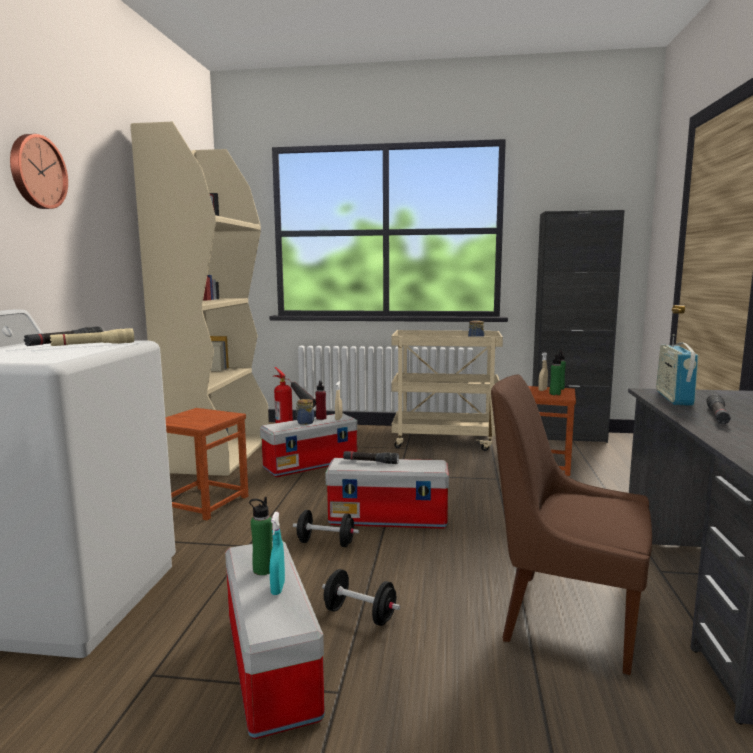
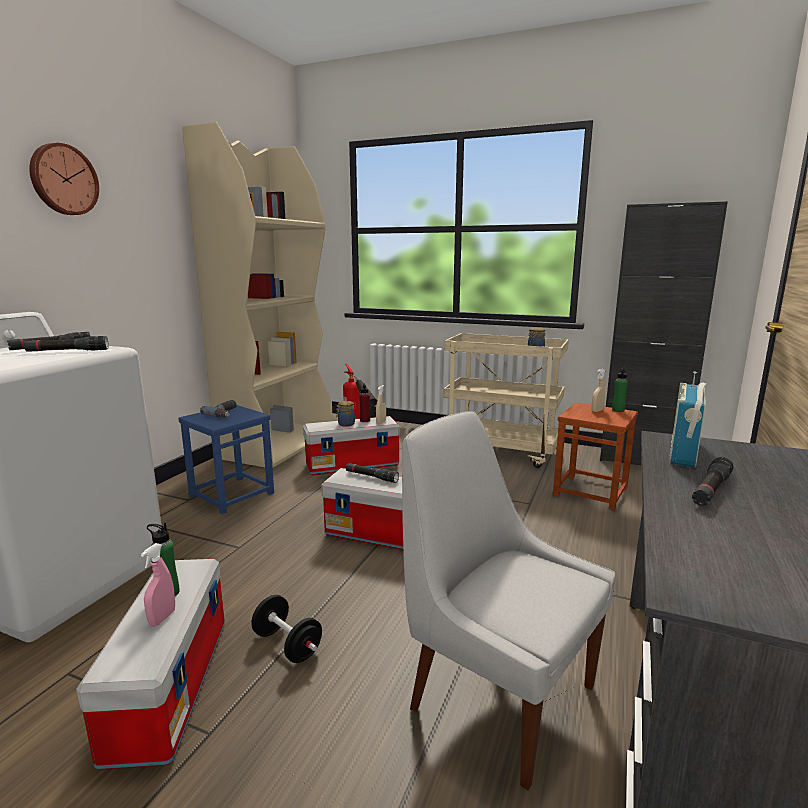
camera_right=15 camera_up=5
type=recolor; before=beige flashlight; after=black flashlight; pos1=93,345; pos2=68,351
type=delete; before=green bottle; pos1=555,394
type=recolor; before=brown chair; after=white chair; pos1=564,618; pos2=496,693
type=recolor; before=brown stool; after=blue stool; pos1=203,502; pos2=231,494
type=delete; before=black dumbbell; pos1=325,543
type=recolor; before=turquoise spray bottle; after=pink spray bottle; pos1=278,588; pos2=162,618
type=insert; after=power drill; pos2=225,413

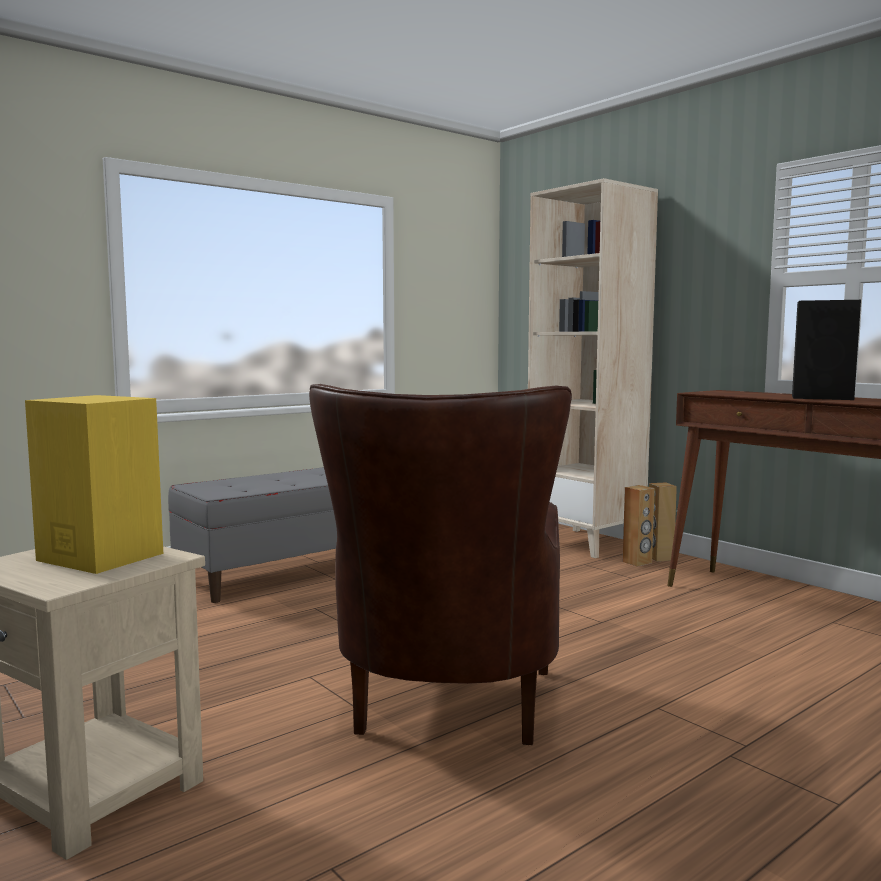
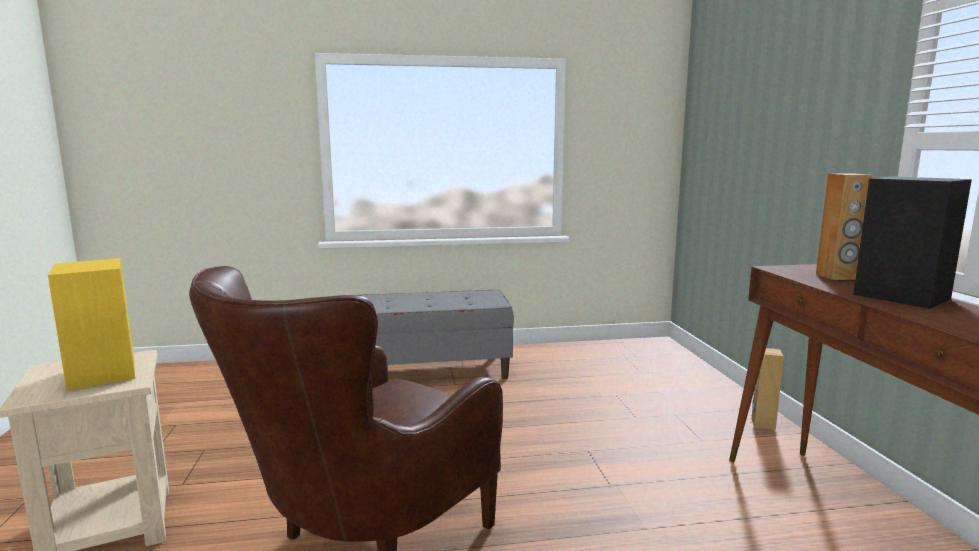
camera_right=30 camera_up=5
type=delete; before=beige bookcase; pos1=586,543
type=move; before=brown speaker; pos1=637,562; pos2=837,276

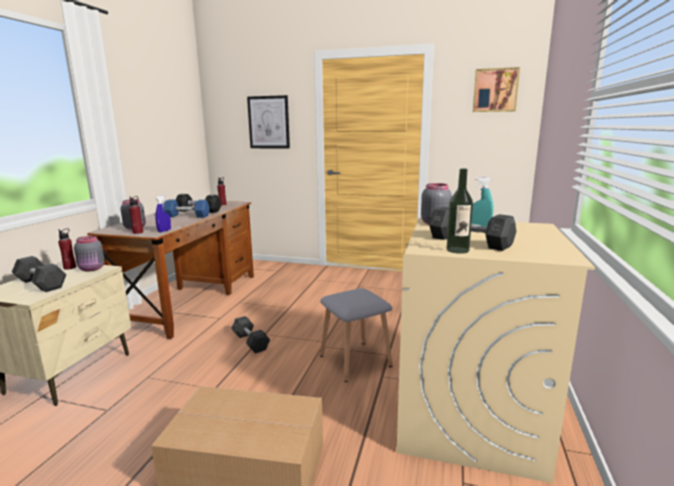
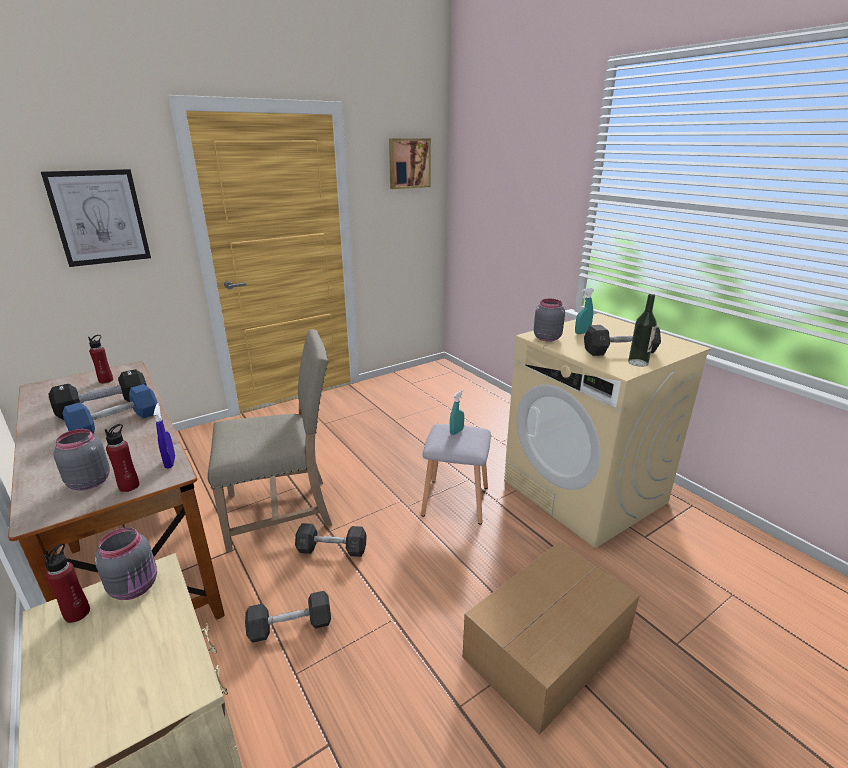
camera_right=-50 camera_up=10
type=move; before=grey dumbbell; pos1=41,284; pos2=290,626
type=insert; after=beige chair; pos2=282,510
type=insert; after=turquoise spray bottle; pos2=456,431

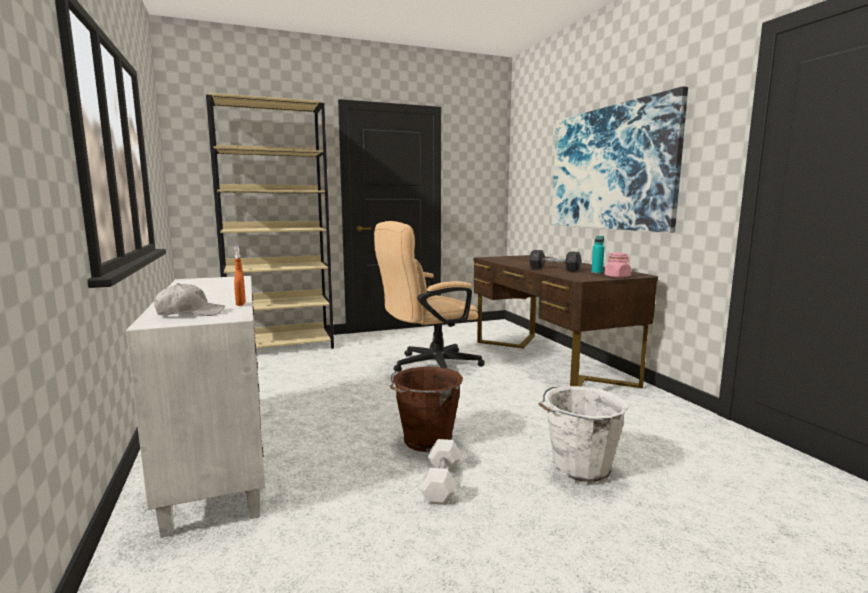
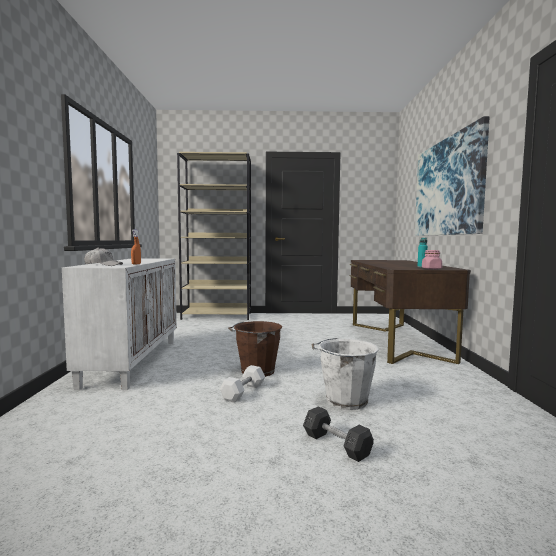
camera_right=20 camera_up=-5
type=delete; before=beige office chair; pos1=428,366
type=move; before=grey dumbbell; pos1=554,269; pos2=336,445

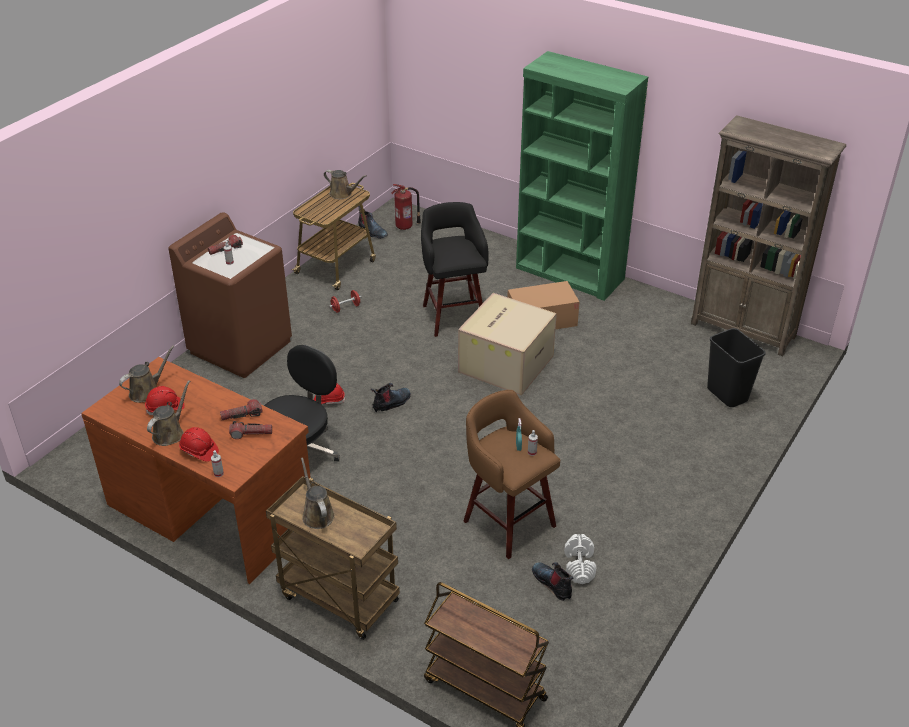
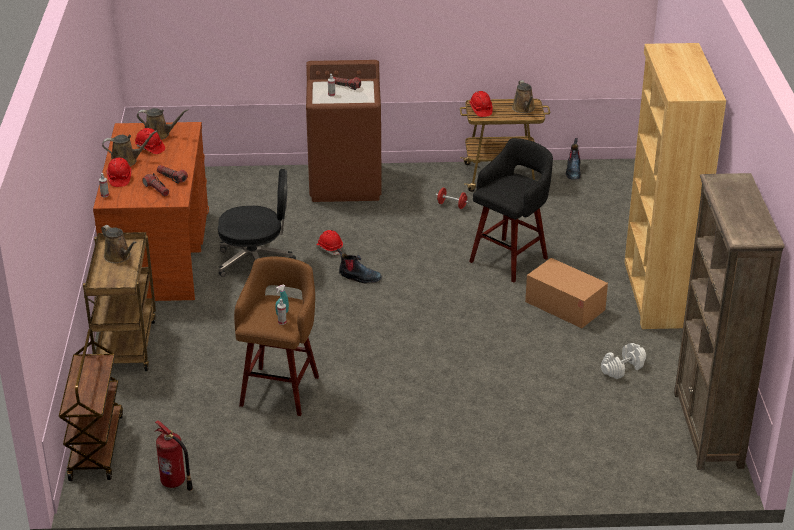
camera_right=55 camera_up=-5
type=recolor; before=green bookcase; after=brown bookcase; pos1=569,274; pos2=657,294
type=move; before=fire extinguisher; pos1=405,226; pos2=174,482
type=delete; before=cardboard box; pos1=505,363
type=delete; before=black trash can; pos1=728,395
type=rotate; before=brown watering can; pos1=317,514; pos2=119,257; turn=105
type=move; before=white dumbbell; pos1=579,565; pos2=622,368
type=delete; before=boot; pos1=553,584
type=insert; after=red hard hat; pos2=480,110

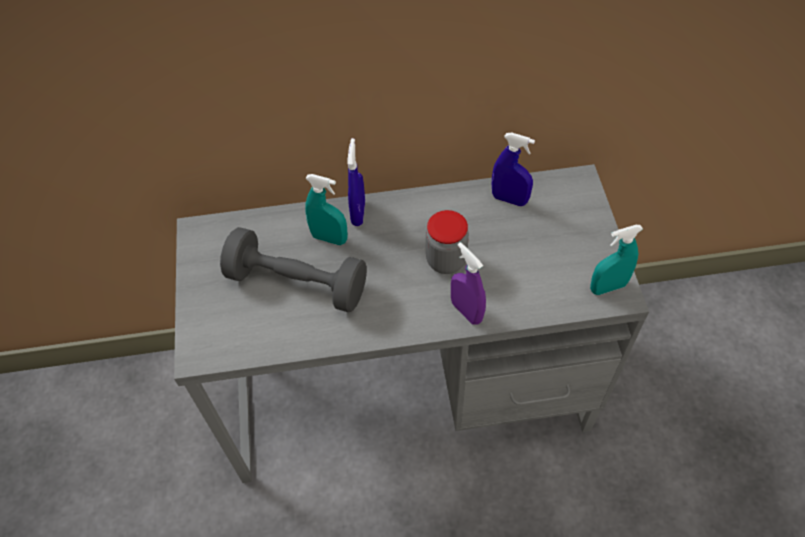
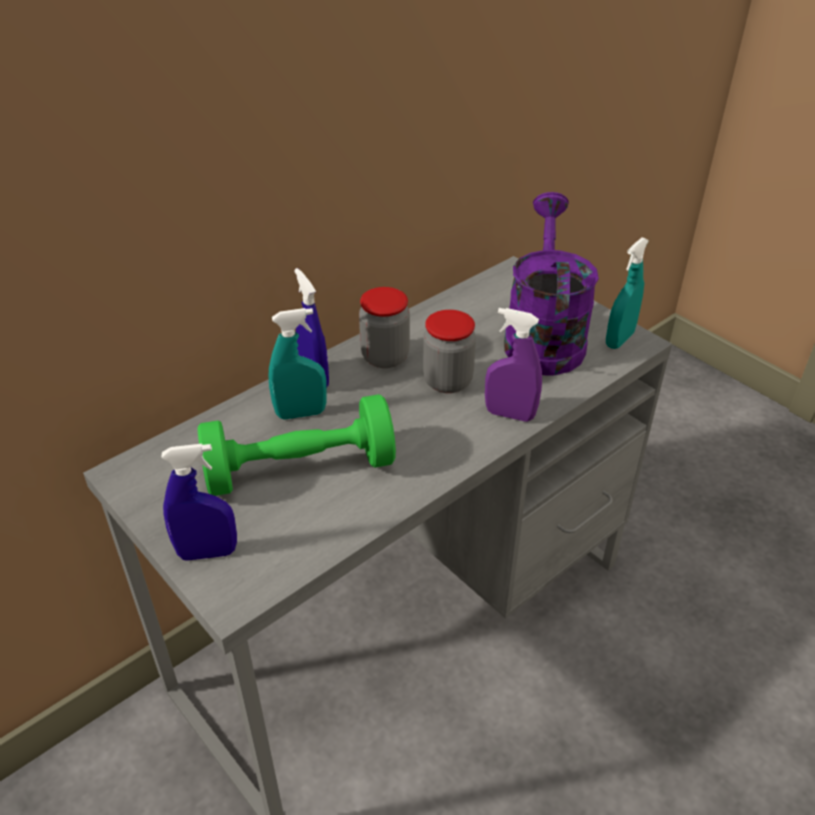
camera_right=-35 camera_up=-15
type=move; before=blue spray bottle; pos1=509,199; pos2=207,552
type=recolor; before=grey dumbbell; after=green dumbbell; pos1=297,283; pos2=300,469
type=insert; after=purple watering can; pos2=543,336
type=insert; after=jar; pos2=385,357

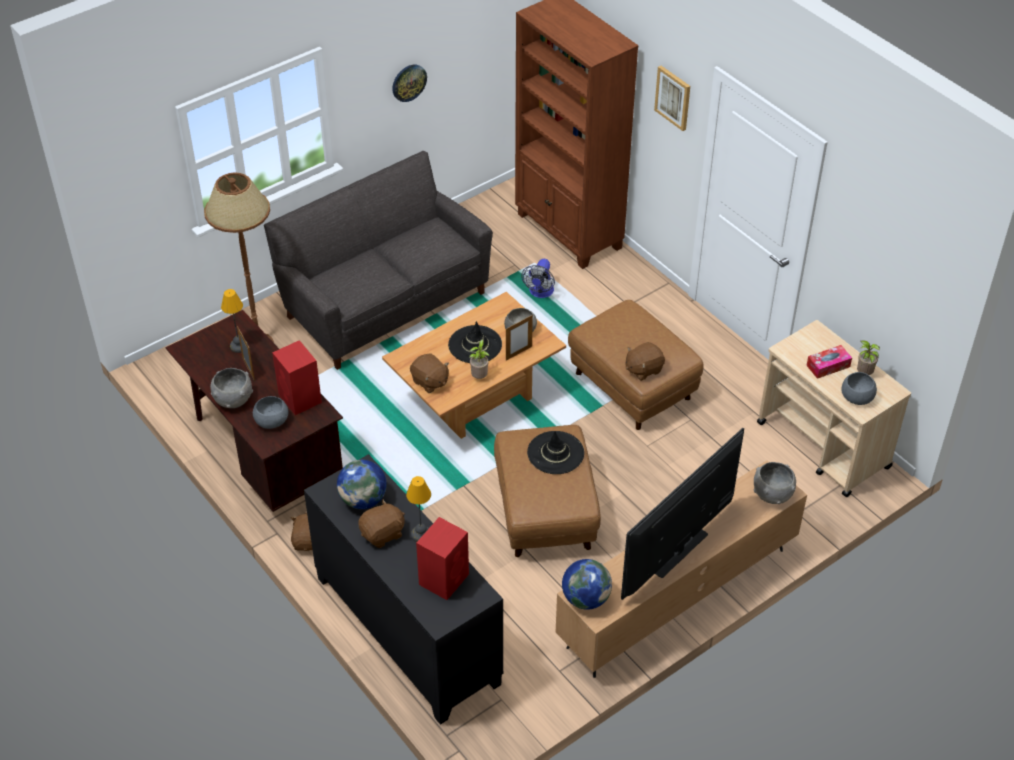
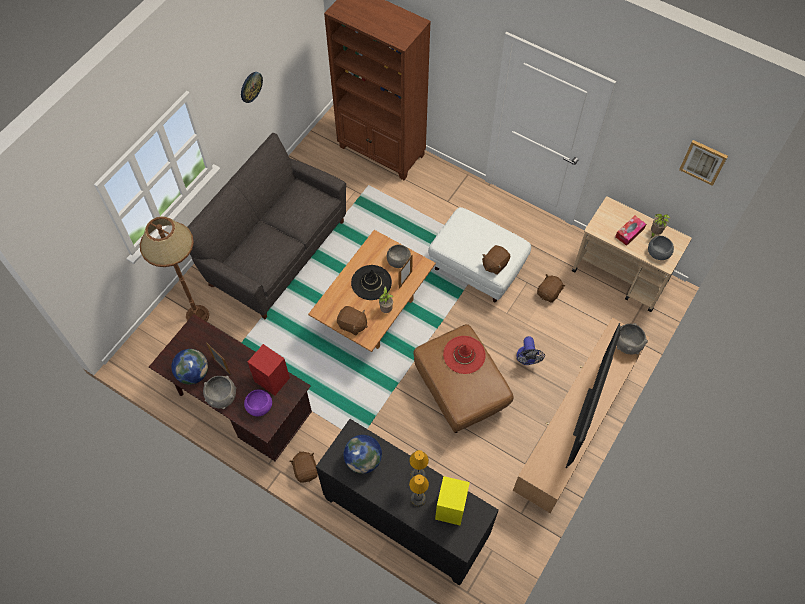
camera_right=-20 camera_up=15
type=move; before=picture; pos1=673,97; pos2=703,161
type=move; before=fan; pos1=540,293; pos2=527,359
type=move; before=table lamp; pos1=239,346; pos2=418,498
type=recolor; before=brown ottoman; after=white ottoman; pos1=633,385; pos2=477,267
type=recolor; before=grey bowl; after=purple bowl; pos1=272,420; pos2=259,406
type=recolor; before=black hat; after=red hat; pos1=555,453; pos2=464,355
type=move; before=brown plush toy; pos1=383,534; pos2=549,293
type=recolor; before=red speaker; after=yellow speaker; pos1=444,578; pos2=451,507
type=move; before=globe; pos1=586,598; pos2=193,373

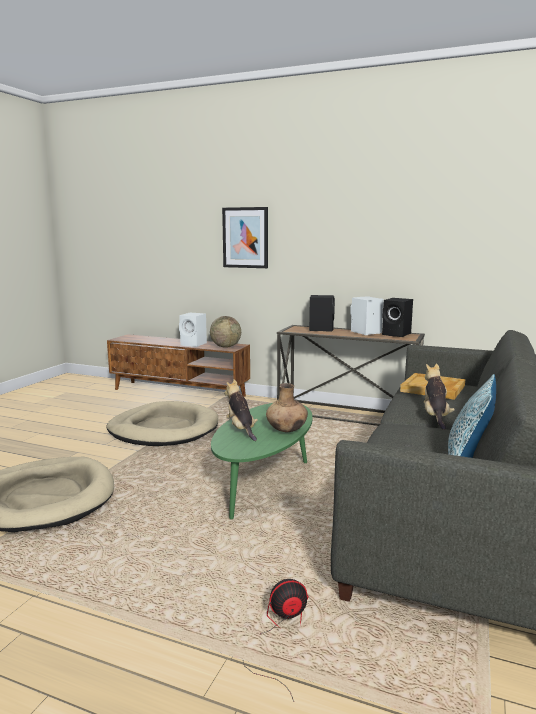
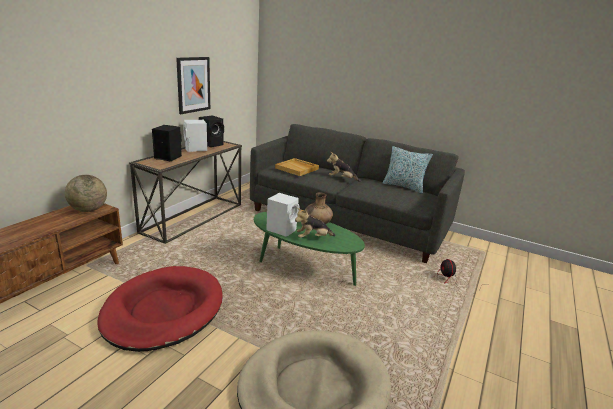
camera_right=-85 camera_up=10
type=move; before=picture; pos1=245,237; pos2=193,84
type=move; before=white speaker; pos1=194,344; pos2=282,229
type=recolor; before=beige dog bed; after=red dog bed; pos1=163,429; pos2=163,311

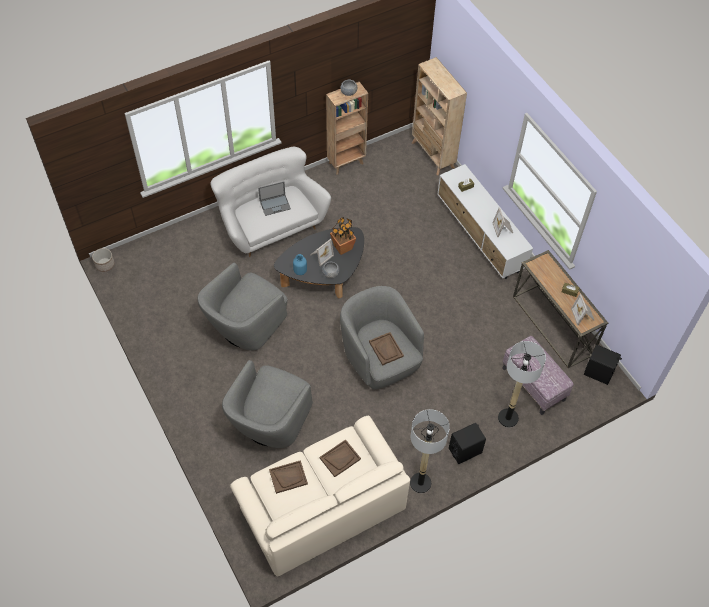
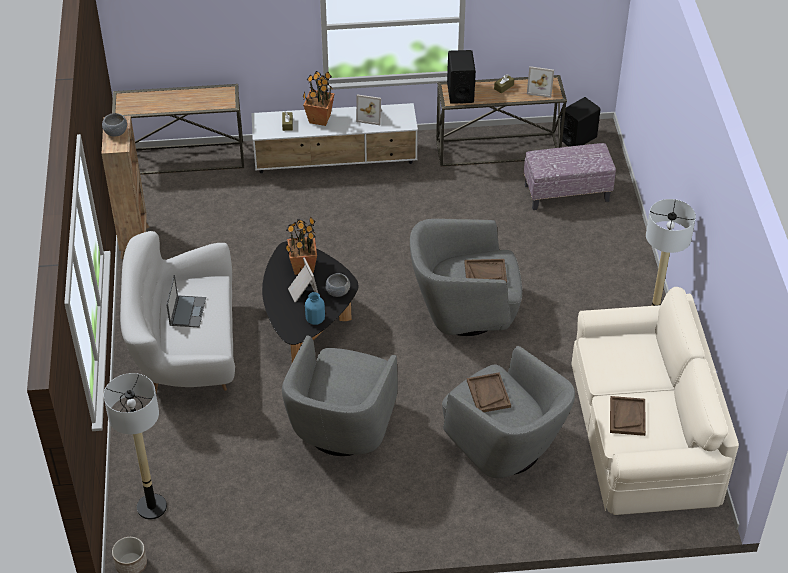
camera_right=-65 camera_up=-10
type=replace; before=beige bookcase; after=console table; pos1=433,155; pos2=183,158
type=rotate; before=grey armchair; pos1=246,327; pos2=342,428; turn=45
type=move; before=floor lamp; pos1=508,418; pos2=151,507
type=move; before=black speaker; pos1=465,450; pos2=460,92
type=move; before=brown tray; pos1=340,458; pos2=488,394
type=insert; after=potted plant; pos2=319,118

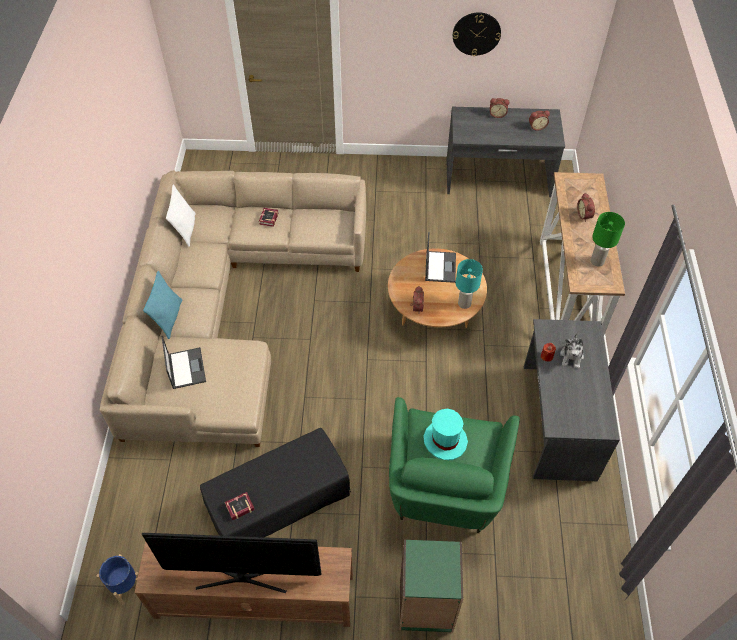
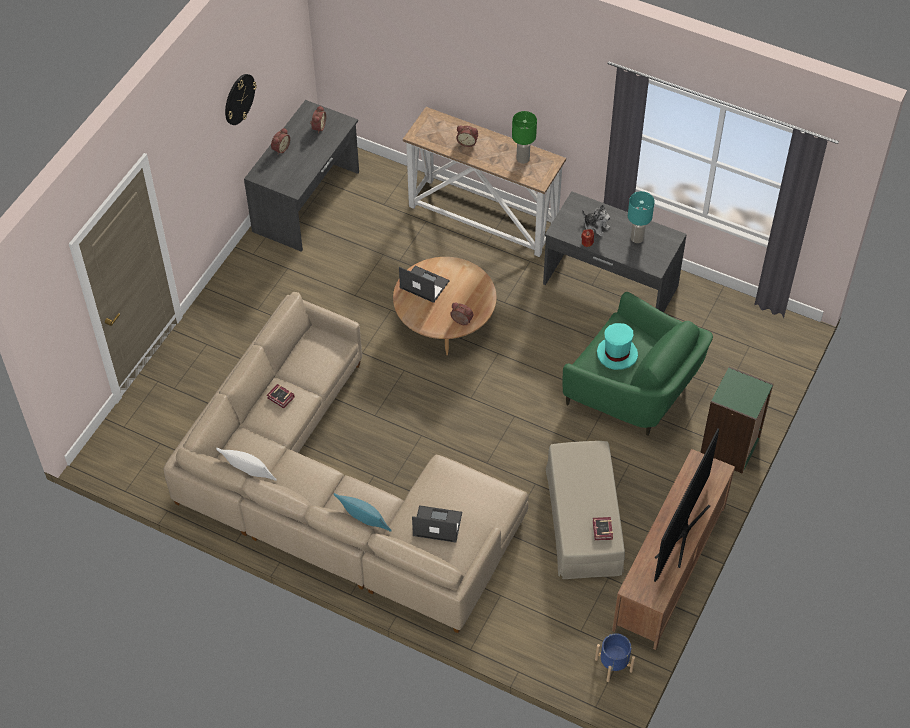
camera_right=-65 camera_up=0
type=move; before=turquoise table lamp; pos1=464,304; pos2=637,238
type=recolor; before=black ottoman; after=beige ottoman; pos1=278,497; pos2=583,519

